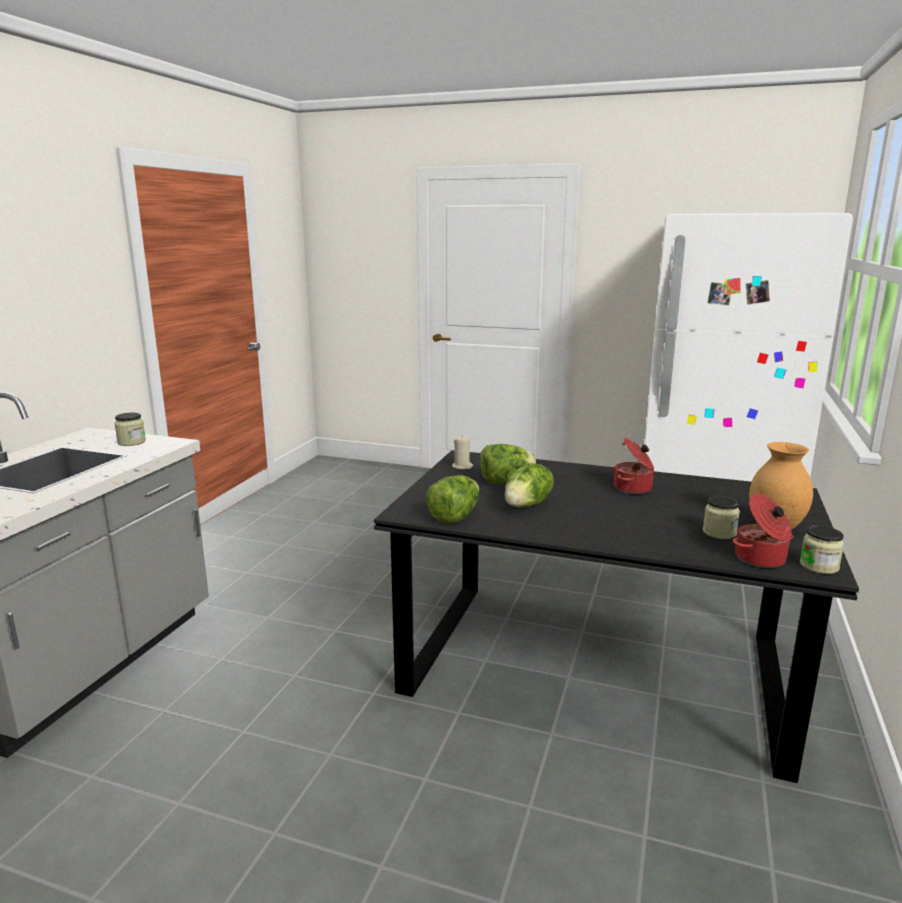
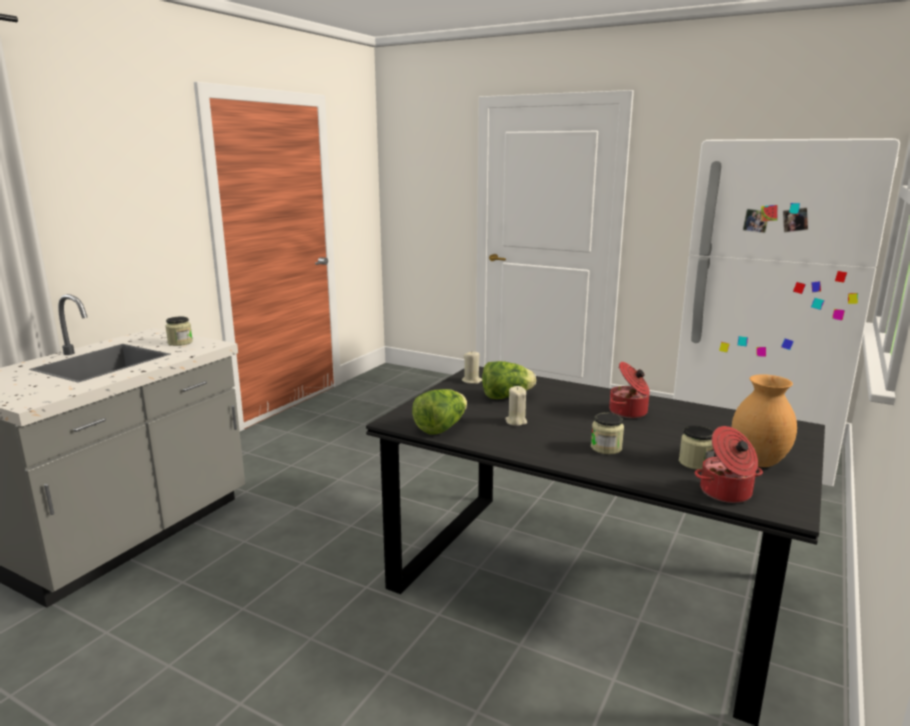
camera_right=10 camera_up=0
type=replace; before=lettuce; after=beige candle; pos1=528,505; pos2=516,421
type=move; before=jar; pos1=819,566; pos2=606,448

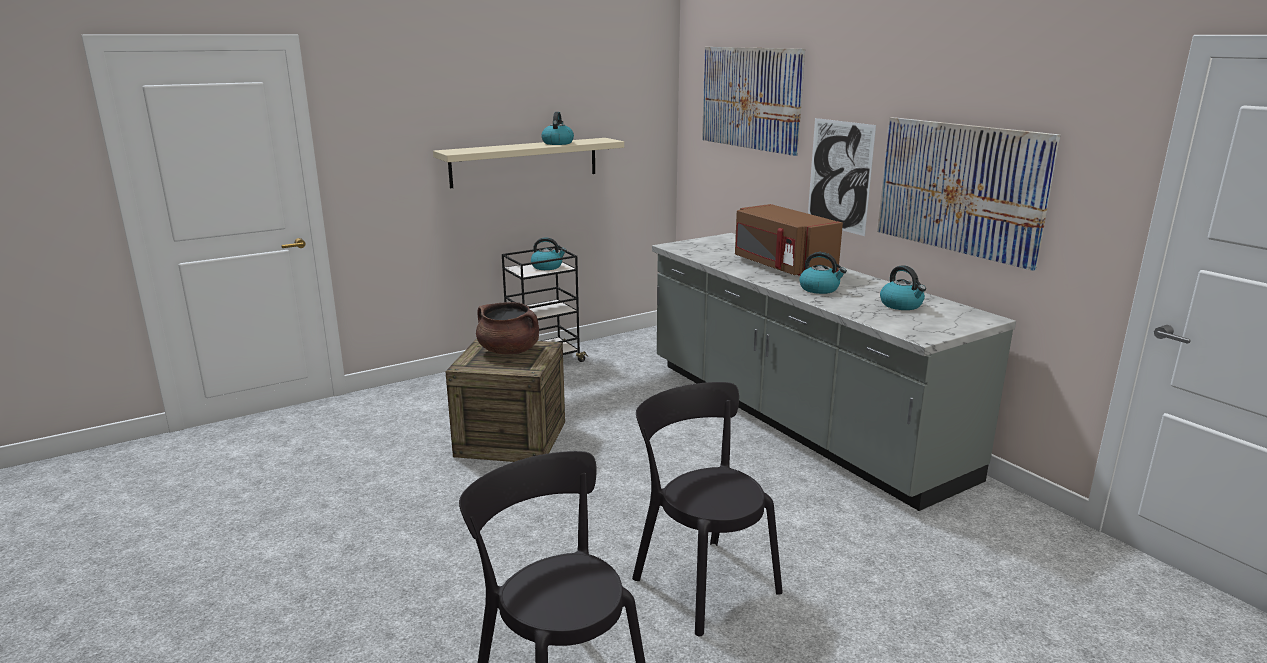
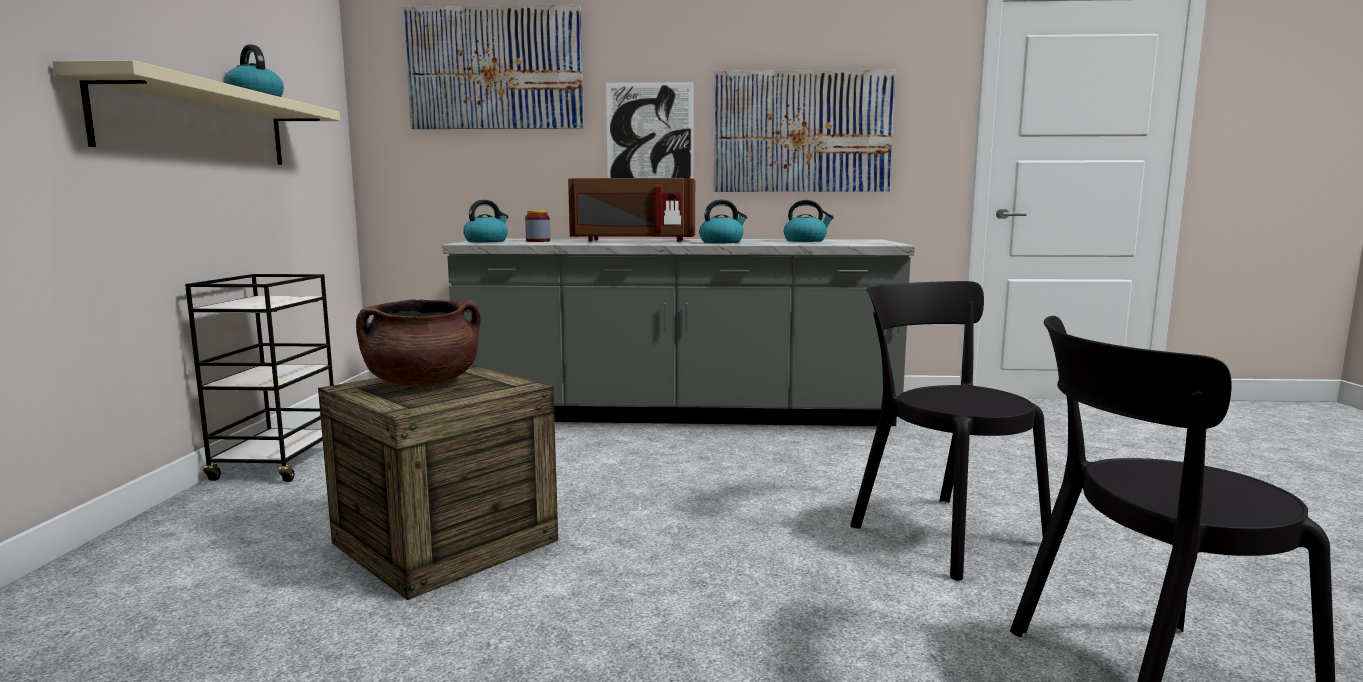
camera_right=-55 camera_up=-10
type=move; before=kettle; pos1=547,267; pos2=486,241
type=rotate; before=black chair; pos1=702,581; pos2=941,531; turn=60
type=insert; after=jar; pos2=538,241

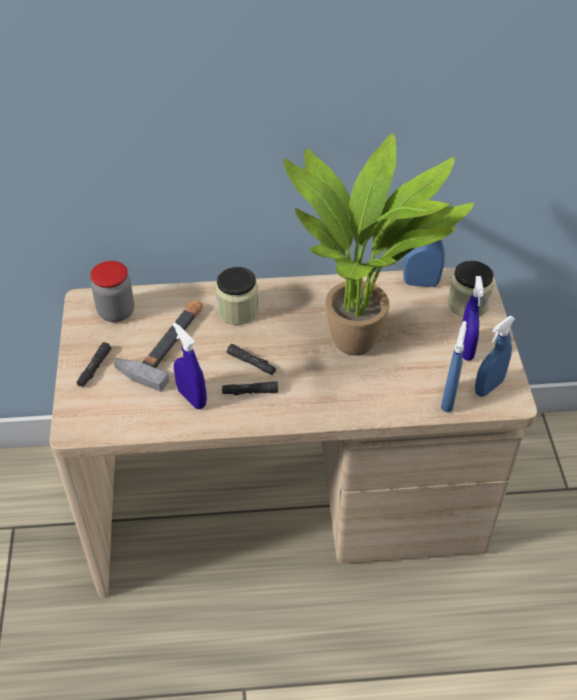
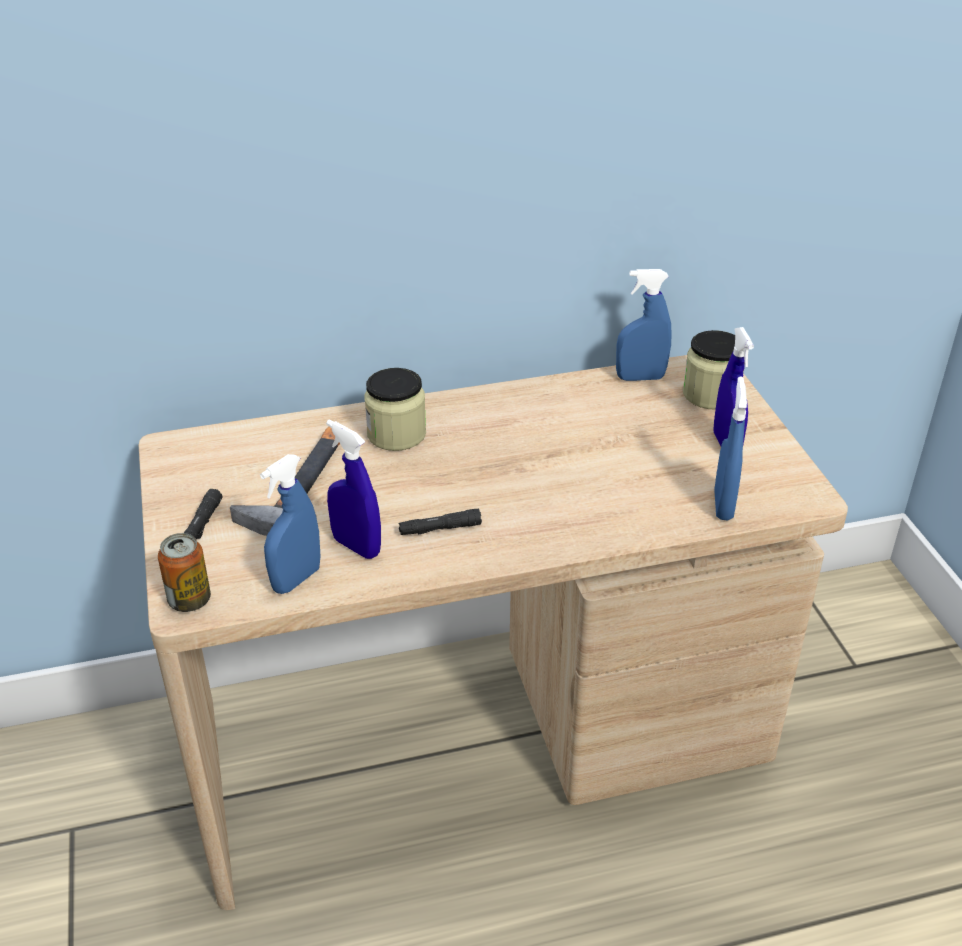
camera_right=-10 camera_up=-10
type=delete; before=potted plant; pos1=361,340
type=delete; before=jar; pos1=116,312
type=move; before=blue spray bottle; pos1=488,387; pos2=296,579
type=delete; before=black flashlight; pos1=252,363
type=insert; after=can; pos2=189,600

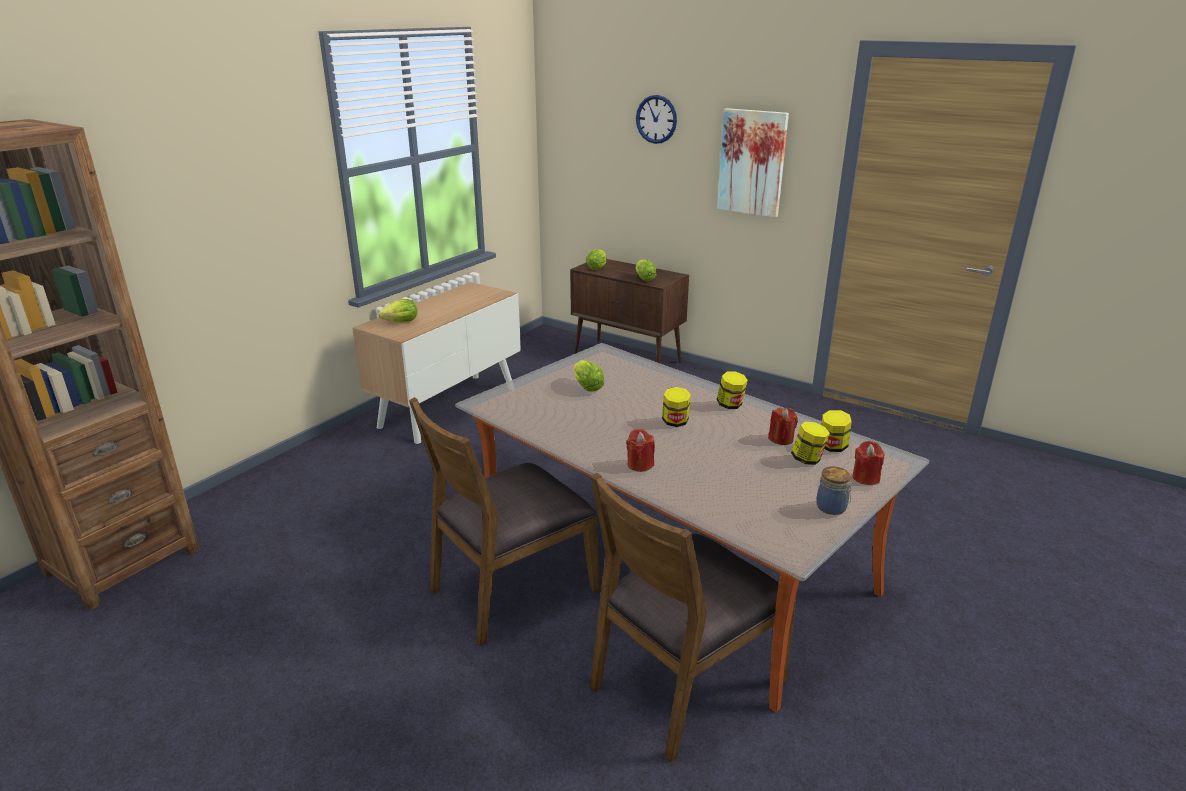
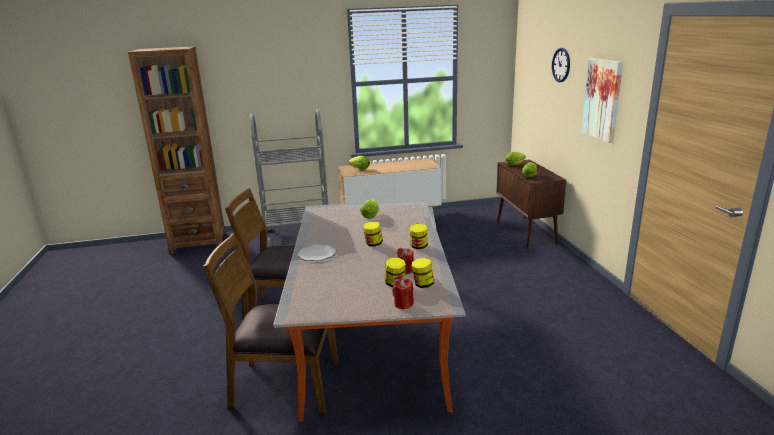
camera_right=45 camera_up=-5
type=replace; before=red candle; after=plate; pos1=640,465; pos2=317,254
type=delete; before=jar; pos1=832,508
type=insert; after=grey cart; pos2=297,233

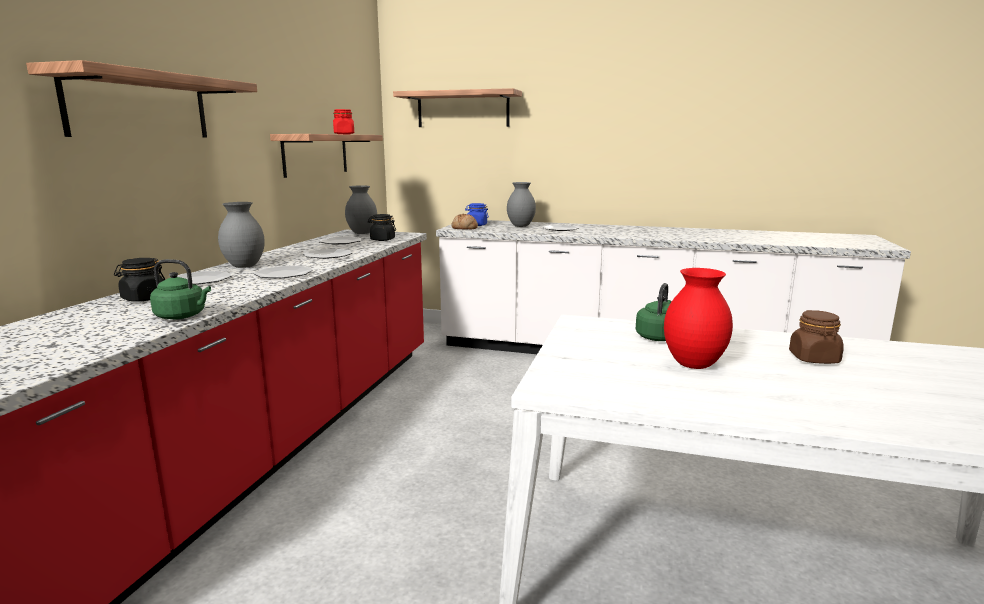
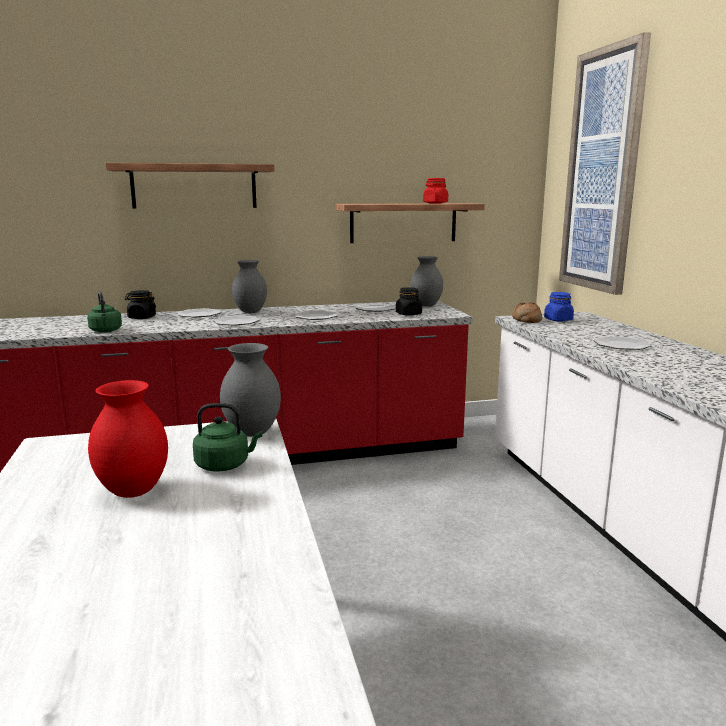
camera_right=60 camera_up=0
type=replace; before=shelf; after=picture; pos1=463,109; pos2=602,172
type=move; before=grey vase; pos1=521,226; pos2=252,433
type=delete; before=brown jar; pos1=814,359

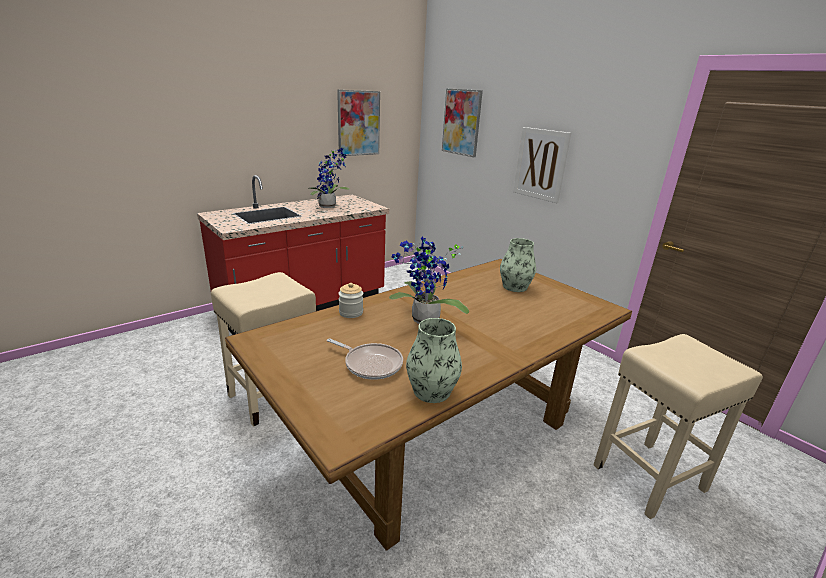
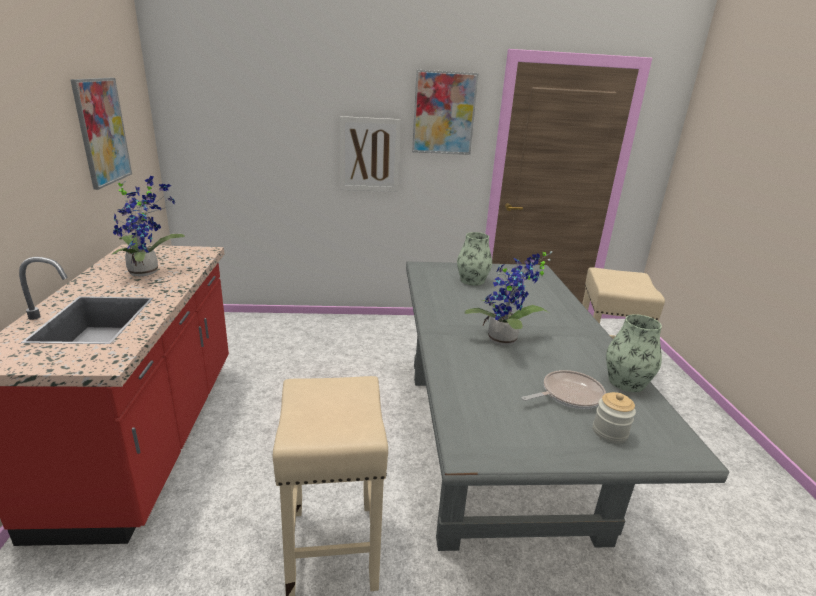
camera_right=-55 camera_up=0
type=move; before=picture; pos1=461,122; pos2=444,113
type=recolor; before=brown dining table; after=grey dining table; pos1=438,432; pos2=494,445
type=move; before=jar; pos1=351,312; pos2=609,432

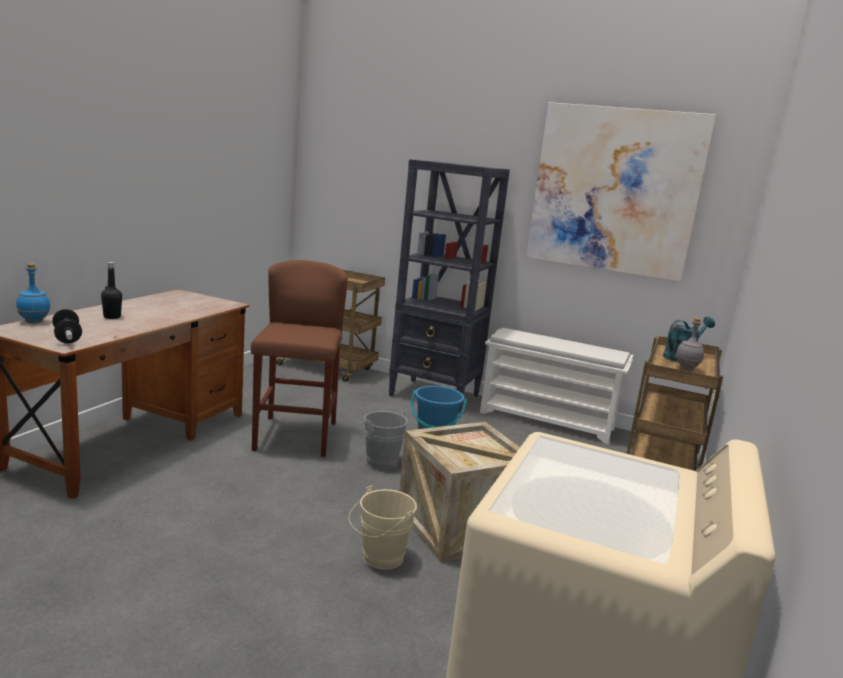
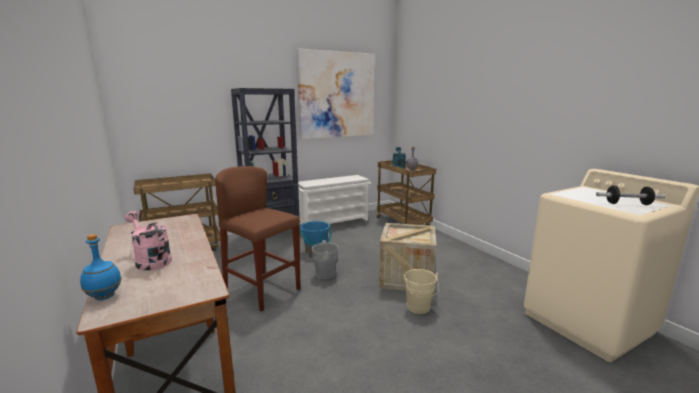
camera_right=-50 camera_up=0
type=replace; before=black bottle; after=pink watering can; pos1=112,317; pos2=151,260
type=move; before=dumbbell; pos1=67,337; pos2=628,204

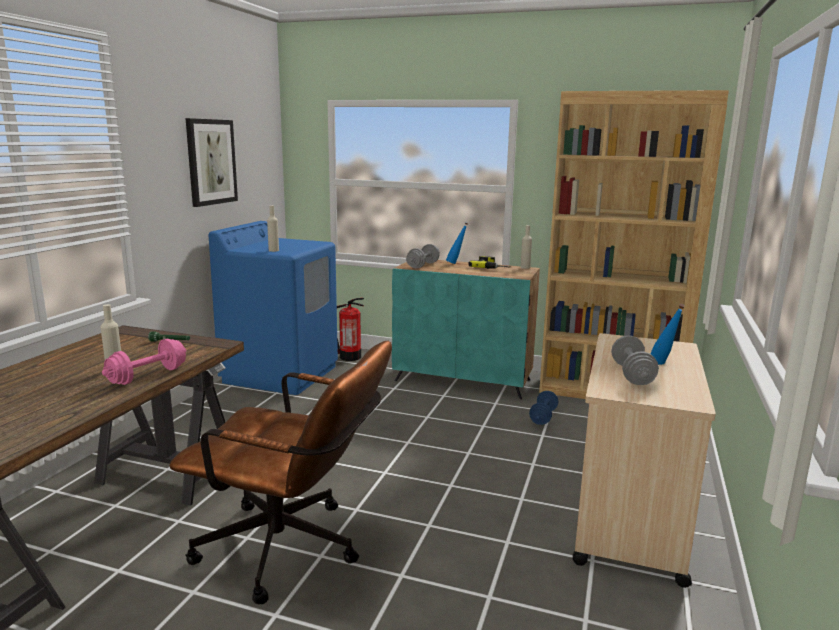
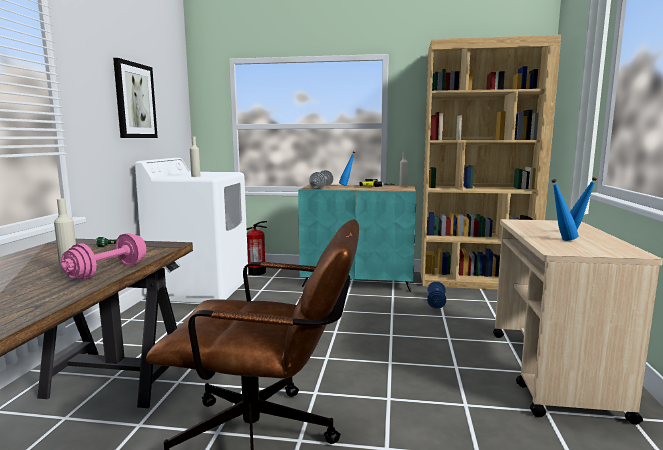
camera_right=-10 camera_up=-5
type=recolor; before=blue washing machine; after=white washing machine; pos1=281,374; pos2=200,289
type=replace; before=grey dumbbell; after=blue bottle; pos1=632,374; pos2=561,240

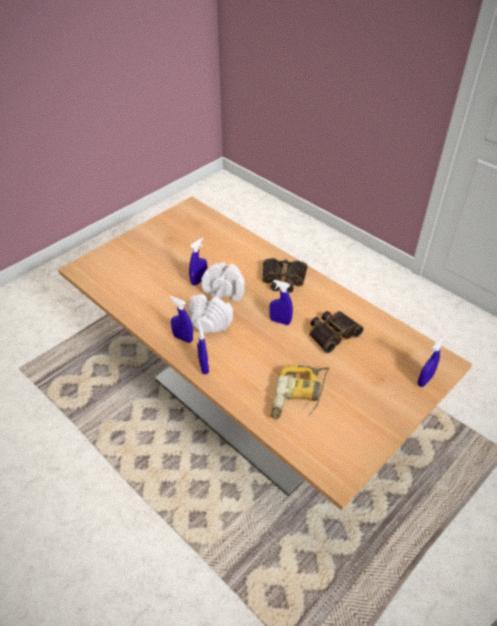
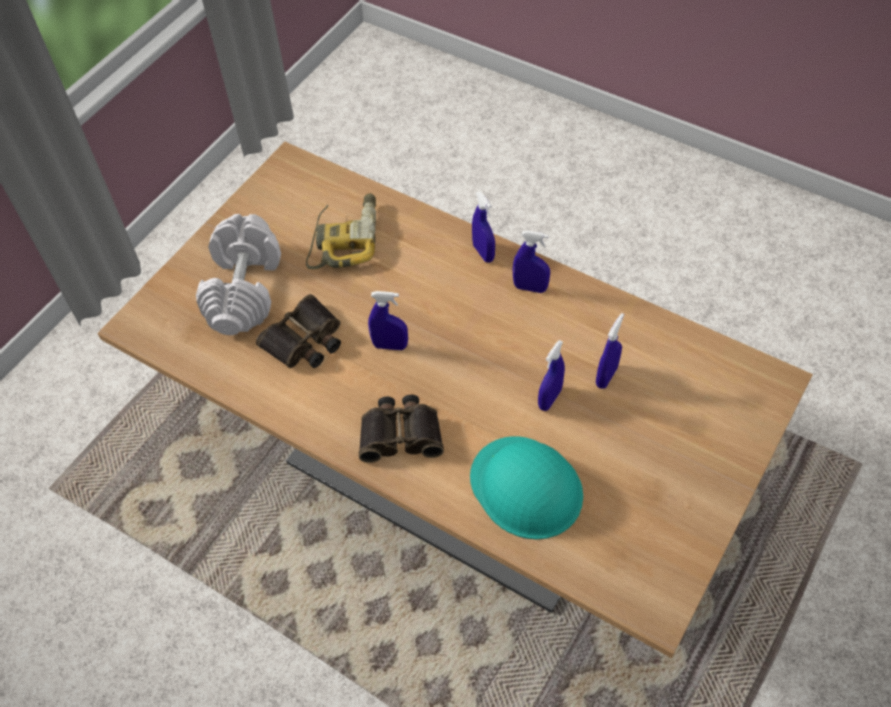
camera_right=170 camera_up=10
type=move; before=white dumbbell; pos1=217,308; pos2=244,290
type=move; before=blue spray bottle; pos1=424,380; pos2=606,376
type=insert; after=turquoise hard hat; pos2=526,487

